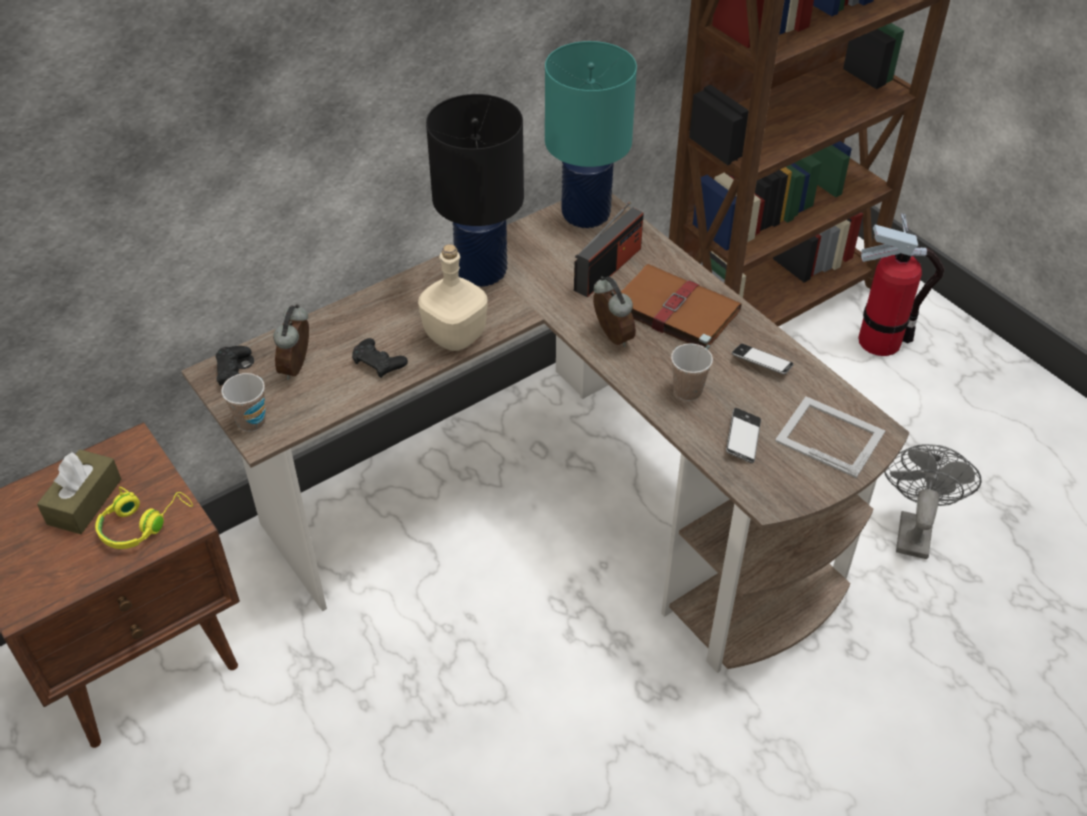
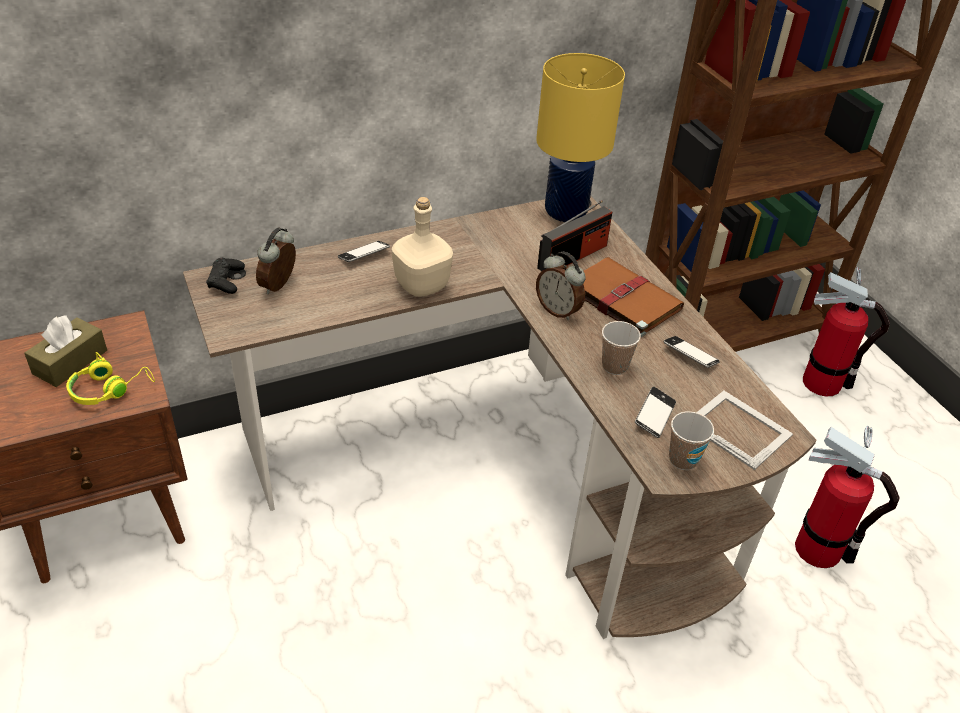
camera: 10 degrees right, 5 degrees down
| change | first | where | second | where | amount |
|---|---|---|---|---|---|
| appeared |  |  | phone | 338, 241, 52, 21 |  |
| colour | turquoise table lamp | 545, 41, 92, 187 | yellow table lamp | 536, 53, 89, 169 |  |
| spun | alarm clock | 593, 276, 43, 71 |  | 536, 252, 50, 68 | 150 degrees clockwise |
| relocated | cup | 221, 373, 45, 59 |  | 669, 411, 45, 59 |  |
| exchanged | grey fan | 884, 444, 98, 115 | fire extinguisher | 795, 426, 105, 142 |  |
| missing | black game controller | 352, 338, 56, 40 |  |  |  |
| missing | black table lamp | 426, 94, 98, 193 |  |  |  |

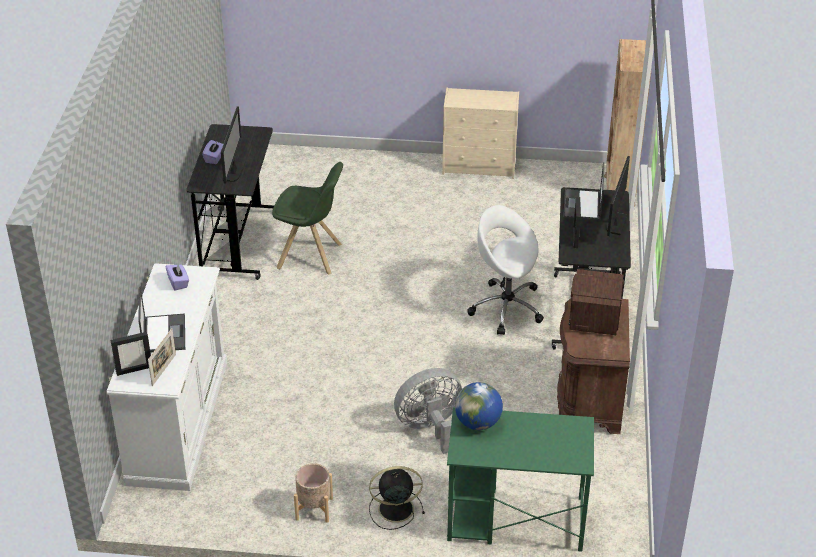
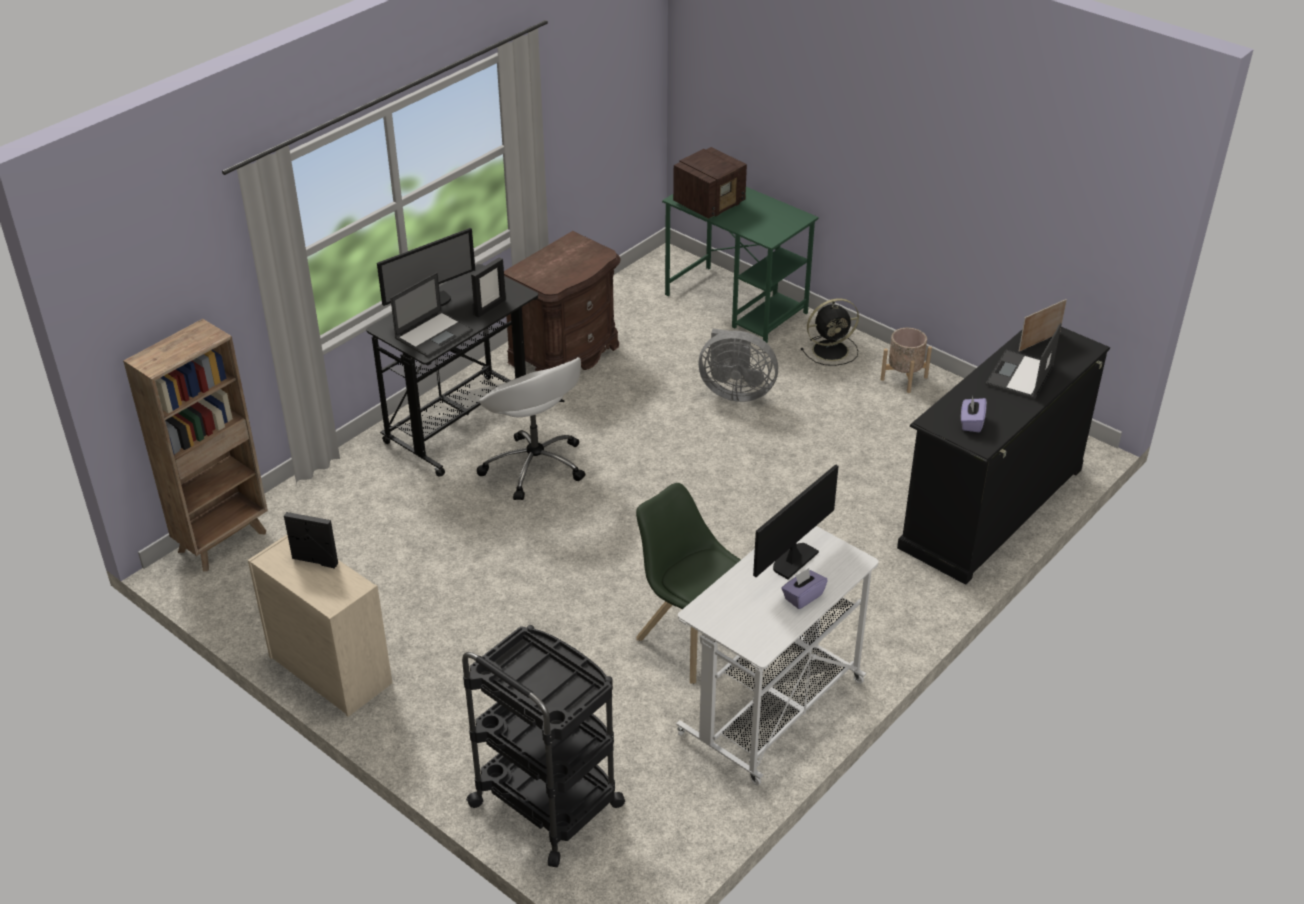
camera: 145 degrees left, 0 degrees up
| change | first | where | second | where | amount |
|---|---|---|---|---|---|
| relocated | picture frame | 111, 332, 40, 44 |  | 284, 512, 54, 57 |  |
| appeared |  |  | black cart | 462, 625, 163, 242 |  |
| relocated | radio | 569, 269, 55, 66 |  | 673, 147, 74, 72 |  |
| colour | black desk | 186, 124, 88, 156 | white desk | 676, 526, 202, 260 |  |
| spun | black fan | 369, 466, 56, 64 |  | 801, 298, 58, 68 | 45 degrees counterclockwise |
| colour | white cabinet | 107, 263, 120, 228 | black cabinet | 897, 327, 213, 258 |  |
| missing | globe | 455, 382, 48, 48 |  |  |  |

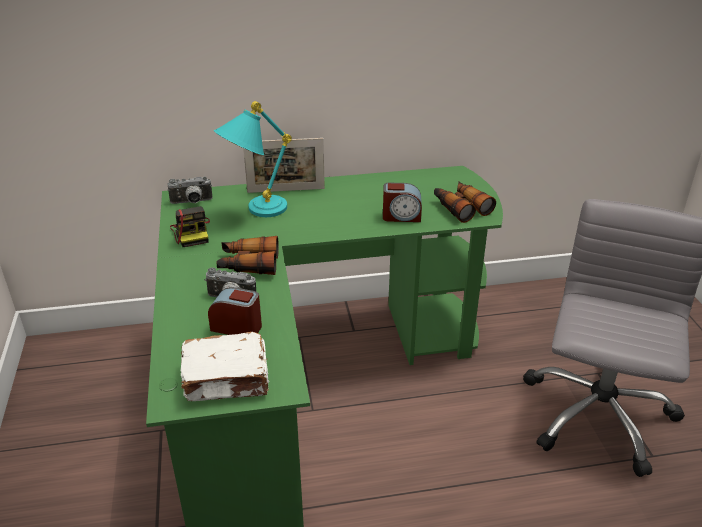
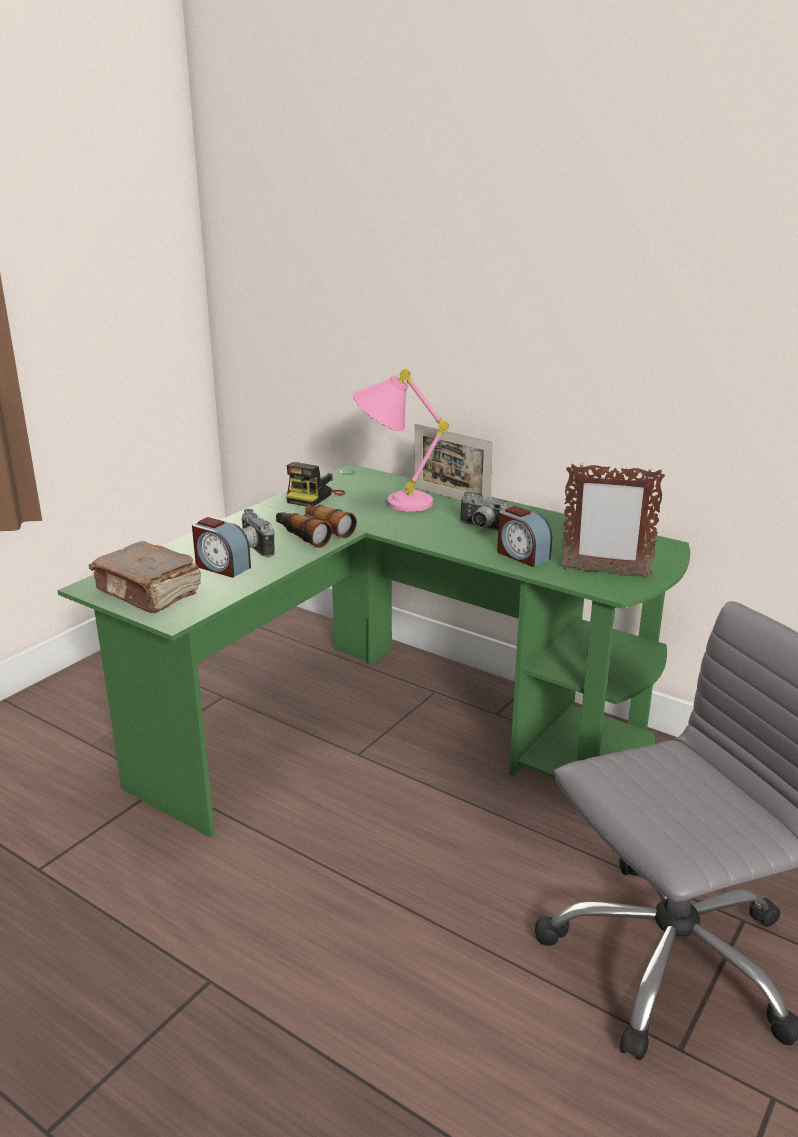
camera: 45 degrees right, 10 degrees down
| change | first | where | second | where | amount |
|---|---|---|---|---|---|
| colour | white book | 181, 332, 88, 69 | brown book | 89, 541, 112, 72 |  |
| spun | alarm clock | 208, 287, 54, 48 |  | 192, 517, 59, 61 | 150 degrees clockwise |
| colour | turquoise table lamp | 214, 101, 78, 116 | pink table lamp | 353, 369, 96, 143 |  |
| relocated | photo camera | 168, 176, 44, 28 |  | 459, 491, 52, 40 |  |
| exchanged | binoculars | 434, 182, 62, 41 | picture frame | 561, 463, 104, 115 |  |

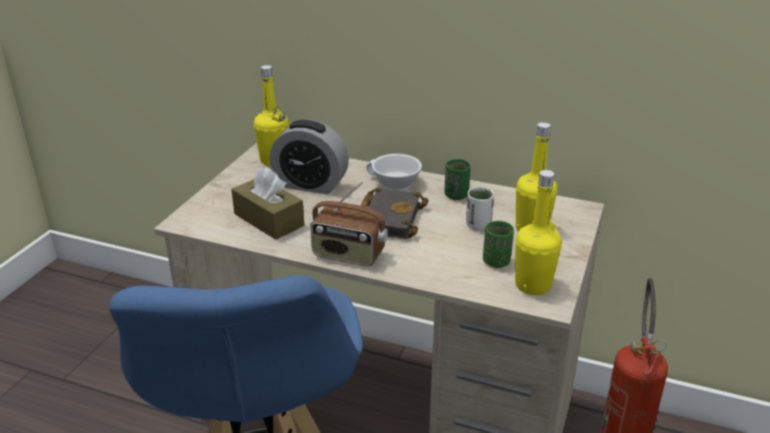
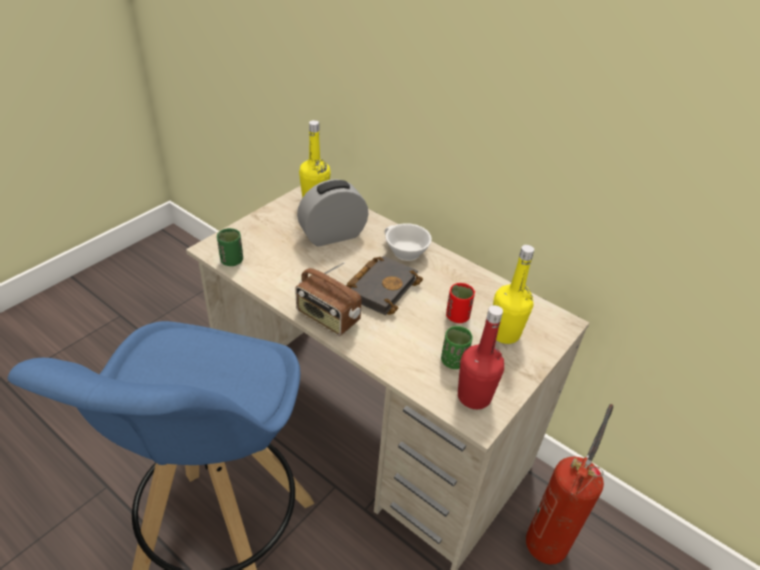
camera: 15 degrees right, 10 degrees up
| change | first | where | second | where | amount |
|---|---|---|---|---|---|
| relocated | green cup | 444, 159, 27, 41 |  | 217, 228, 26, 38 |  |
| spun | alarm clock | 270, 120, 79, 74 |  | 297, 179, 71, 68 | 120 degrees clockwise |
| colour | white cup | 466, 187, 28, 44 | red cup | 446, 283, 29, 40 |  |
| colour | yellow bottle | 515, 170, 47, 125 | red bottle | 458, 305, 46, 104 |  |
| missing | brown tissue box | 231, 167, 73, 73 |  |  |  |

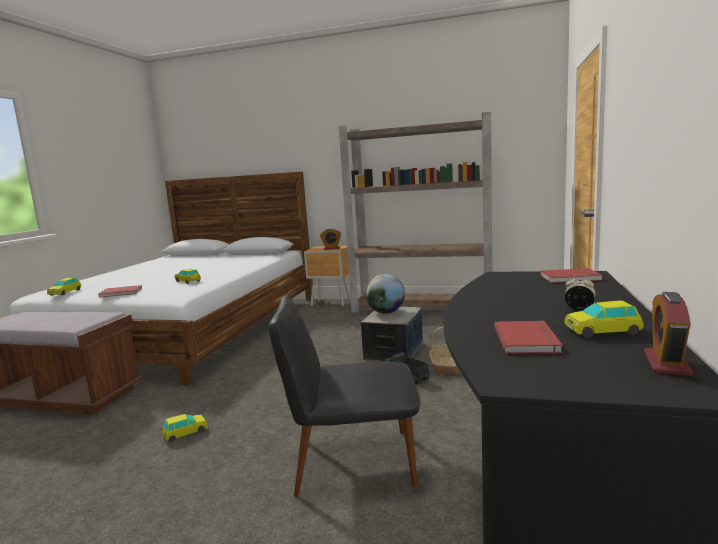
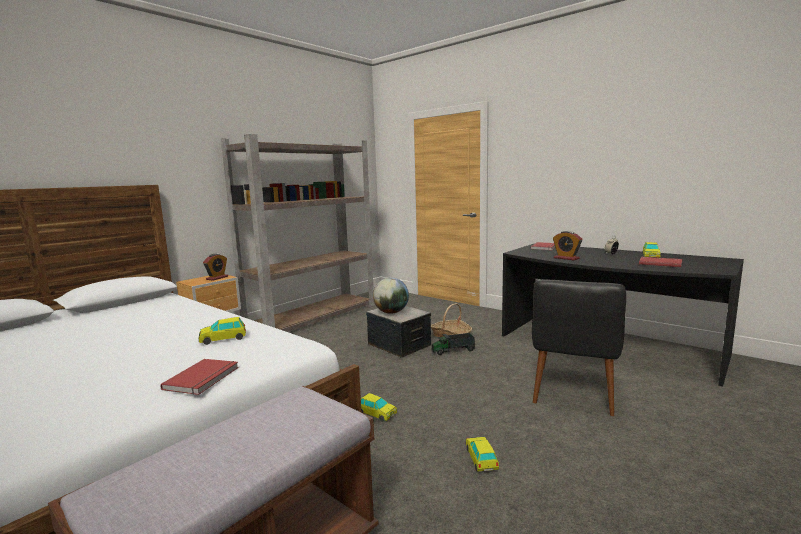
camera: 65 degrees left, 0 degrees up
| change | first | where | second | where | amount |
|---|---|---|---|---|---|
| relocated | toy car | 47, 278, 34, 18 |  | 361, 393, 36, 29 |  |
| relocated | alarm clock | 644, 292, 49, 84 |  | 553, 231, 29, 29 |  |

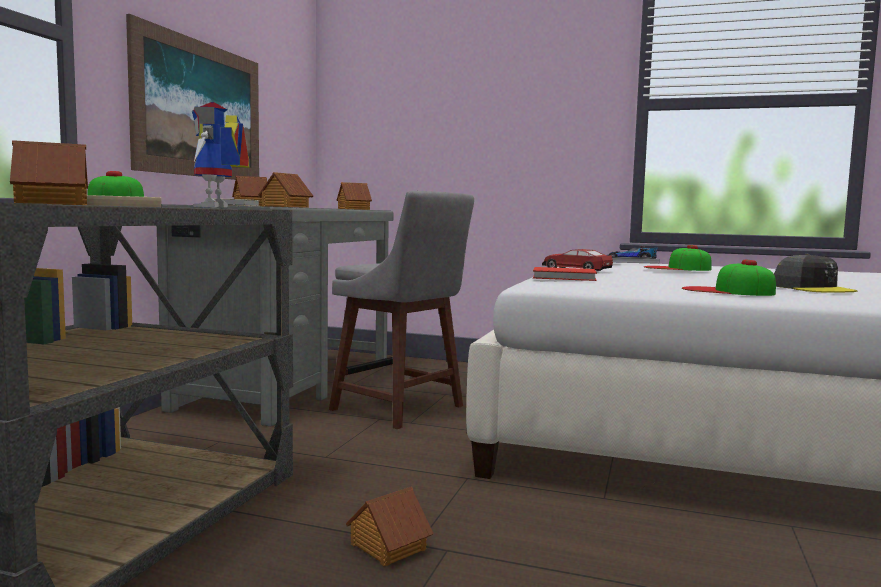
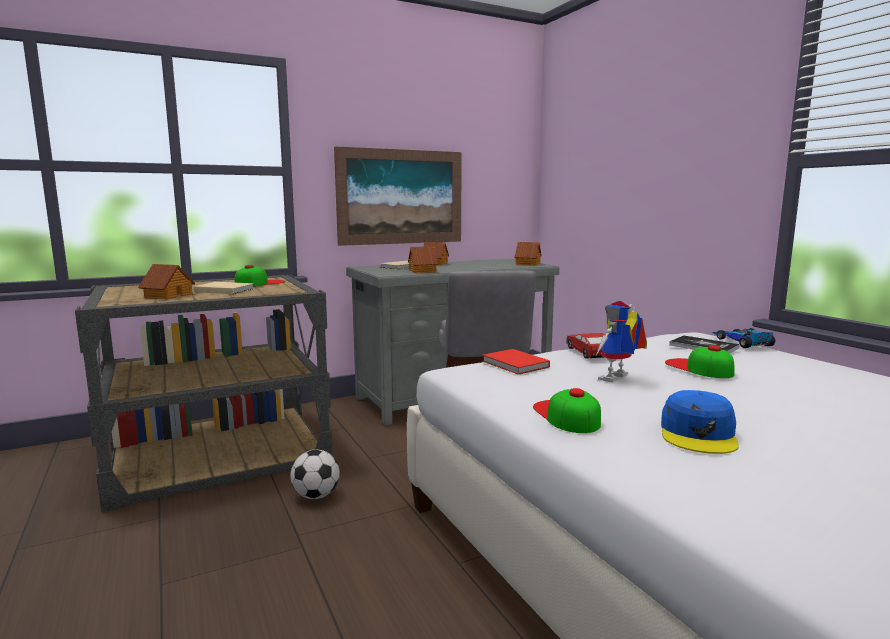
camera: 45 degrees right, 5 degrees up
| change | first | where | second | where | amount |
|---|---|---|---|---|---|
| appeared |  |  | football | 290, 449, 50, 50 |  |
| relocated | toy robot | 192, 102, 58, 106 |  | 595, 301, 52, 81 |  |
| colour | grey cap | 774, 254, 84, 39 | blue cap | 661, 390, 78, 64 |  |
| missing | toy house | 346, 487, 88, 79 |  |  |  |

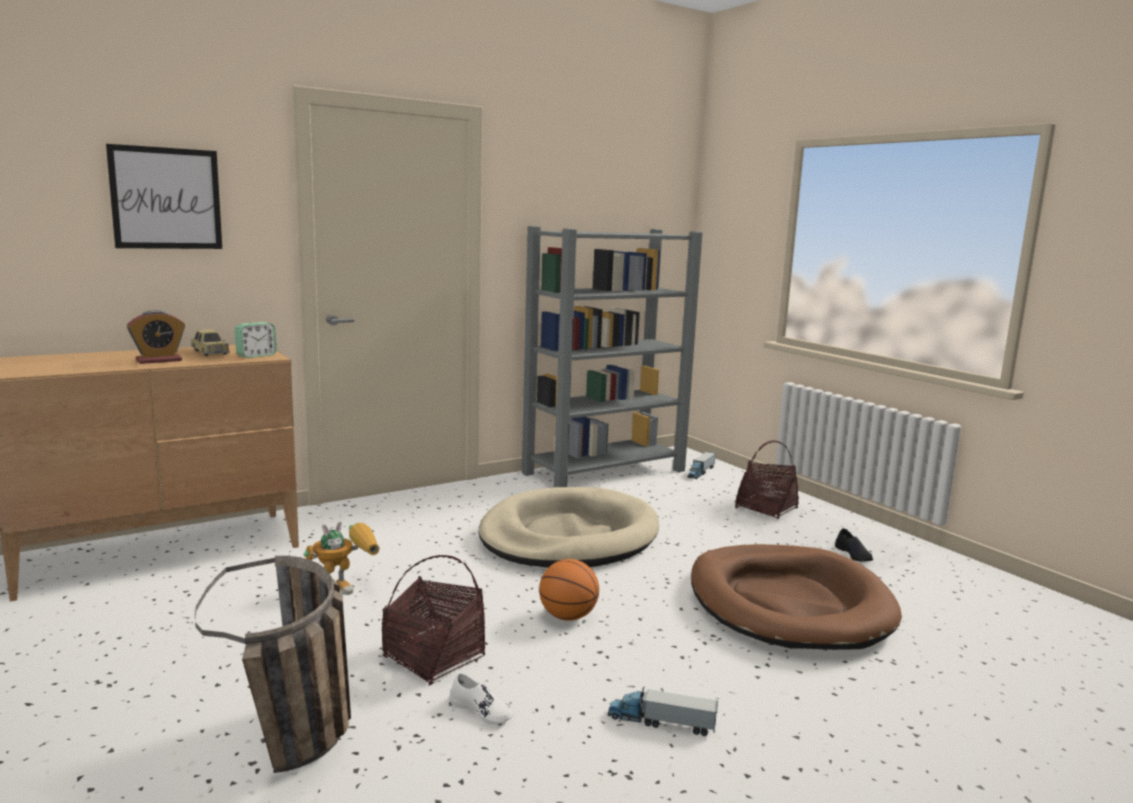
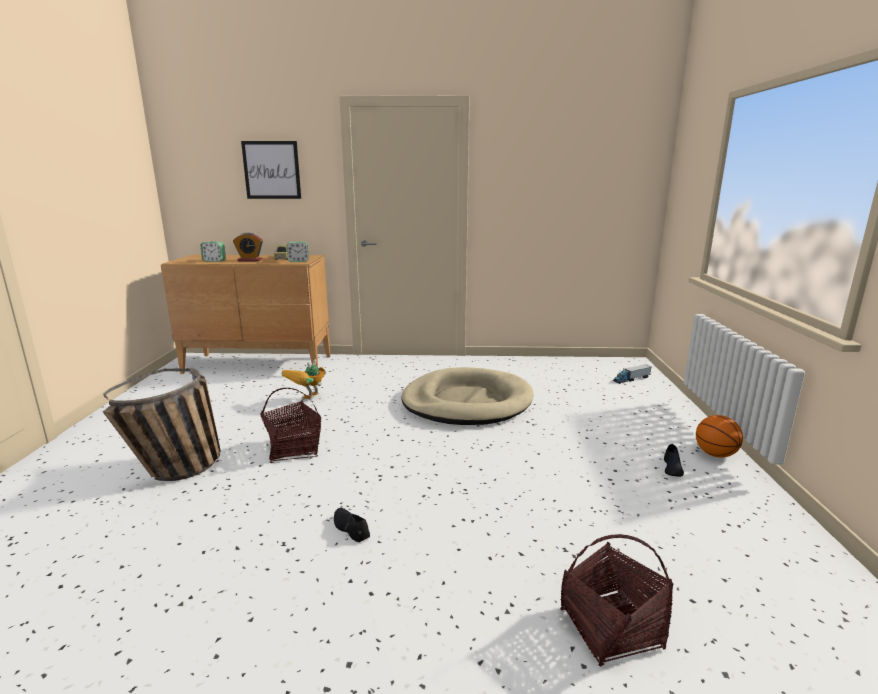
camera: 35 degrees right, 5 degrees up
| change | first | where | second | where | amount |
|---|---|---|---|---|---|
| appeared |  |  | alarm clock | 200, 242, 26, 20 |  |
| spun | toy robot | 303, 521, 77, 74 |  | 282, 359, 44, 41 | 120 degrees clockwise |
| exchanged | toy truck | 608, 686, 110, 50 | black shoe | 334, 508, 36, 34 |  |
| relocated | basket | 735, 440, 64, 79 |  | 560, 534, 114, 133 |  |
| relocated | basketball | 539, 559, 60, 62 |  | 696, 415, 47, 43 |  |
| missing | white shoe | 449, 673, 65, 51 |  |  |  |
| missing | grey bookcase | 522, 226, 180, 261 |  |  |  |
| missing | brown dog bed | 691, 544, 211, 106 |  |  |  |

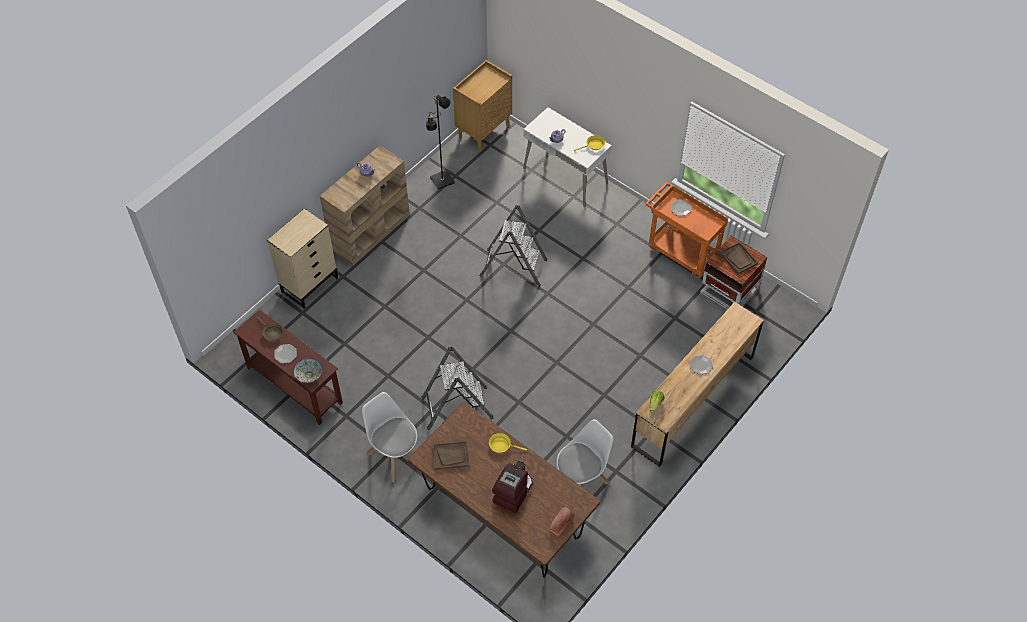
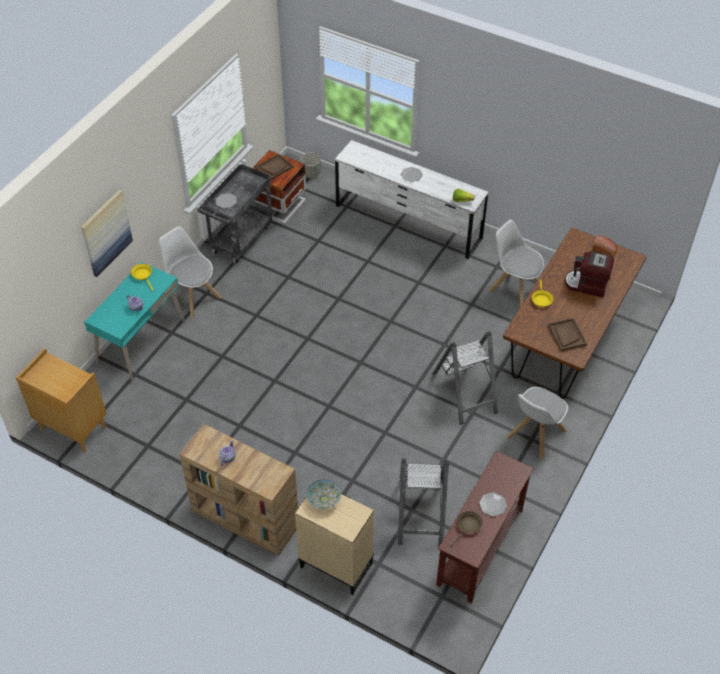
camera: 100 degrees left, 5 degrees down
| change | first | where | second | where | amount |
|---|---|---|---|---|---|
| appeared |  |  | picture | 81, 190, 52, 87 |  |
| colour | white desk | 523, 107, 89, 100 | turquoise desk | 84, 262, 101, 120 |  |
| appeared |  |  | chair | 158, 226, 64, 92 |  |
| colour | orange cart | 646, 182, 82, 97 | grey cart | 197, 164, 75, 100 |  |
| appeared |  |  | grey planter | 300, 153, 21, 25 |  |
| relocated | bowl | 294, 358, 28, 25 |  | 307, 479, 34, 30 |  |
| colour | brown dresser | 631, 302, 133, 165 | white dresser | 335, 140, 153, 119 |  |
| relocated | grey step ladder | 480, 205, 67, 82 |  | 398, 459, 51, 87 |  |
| missing | black floor lamp | 426, 95, 29, 95 |  |  |  |

